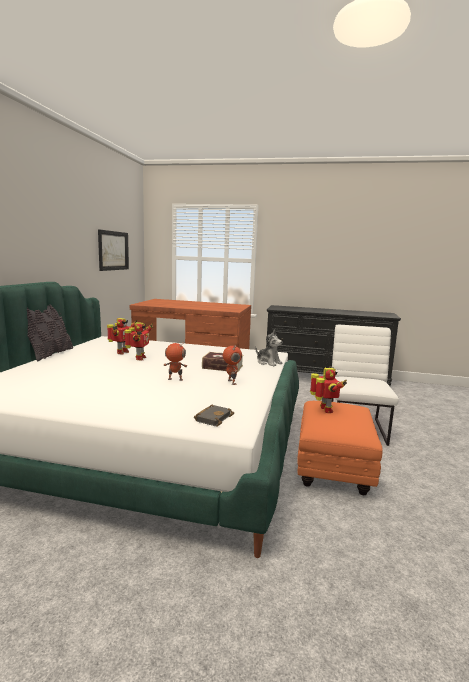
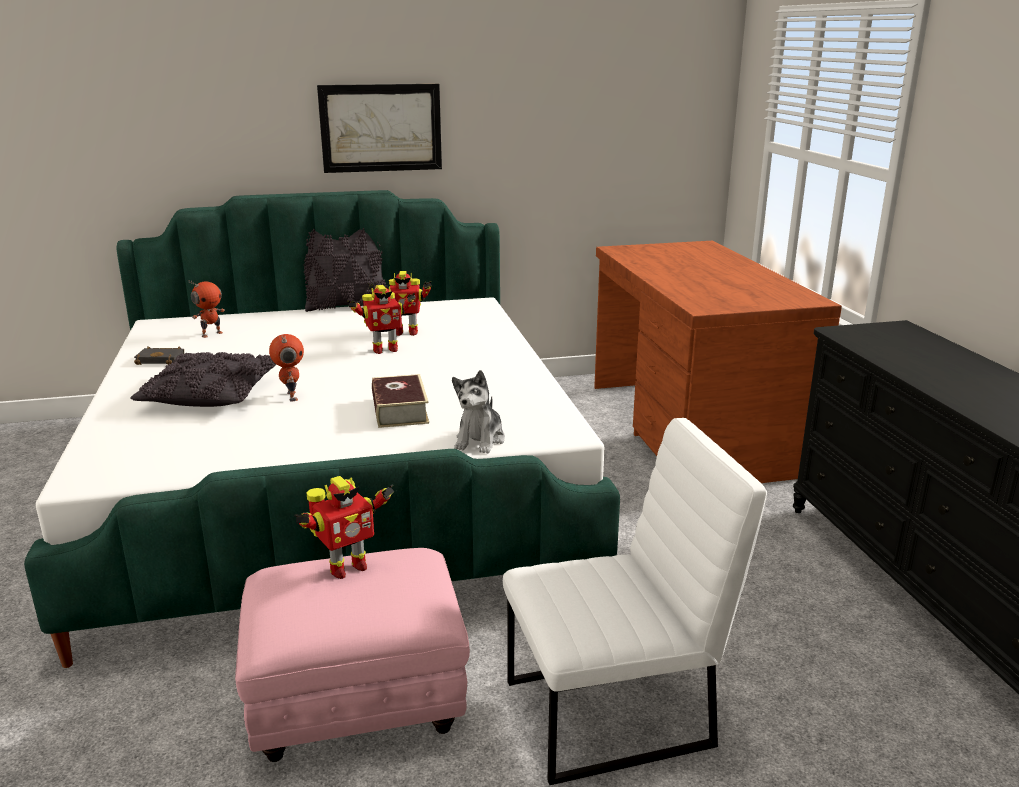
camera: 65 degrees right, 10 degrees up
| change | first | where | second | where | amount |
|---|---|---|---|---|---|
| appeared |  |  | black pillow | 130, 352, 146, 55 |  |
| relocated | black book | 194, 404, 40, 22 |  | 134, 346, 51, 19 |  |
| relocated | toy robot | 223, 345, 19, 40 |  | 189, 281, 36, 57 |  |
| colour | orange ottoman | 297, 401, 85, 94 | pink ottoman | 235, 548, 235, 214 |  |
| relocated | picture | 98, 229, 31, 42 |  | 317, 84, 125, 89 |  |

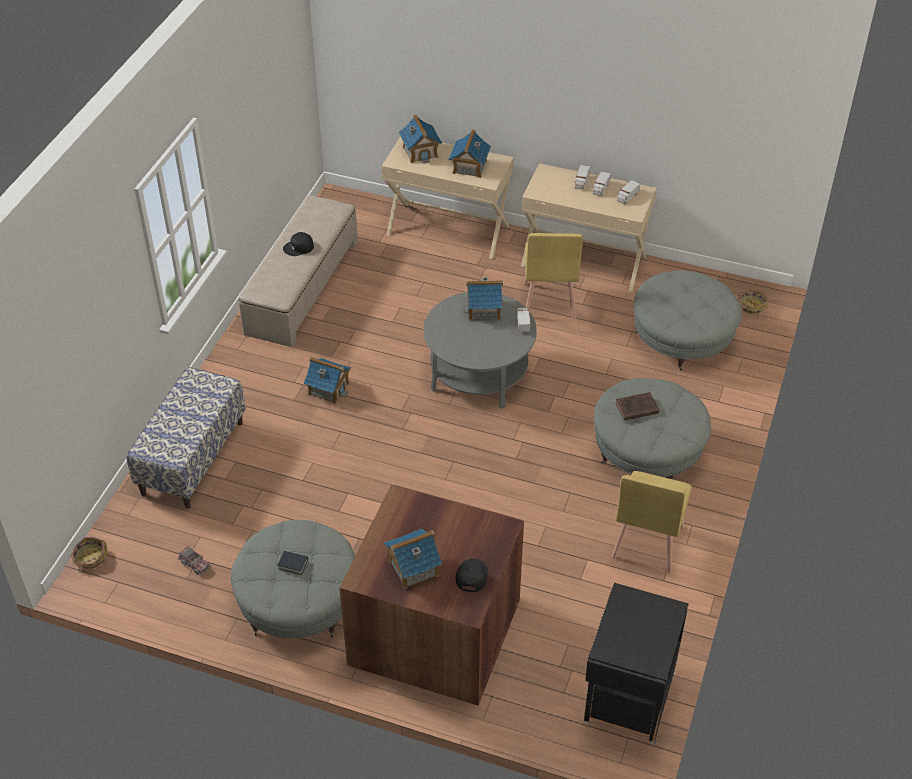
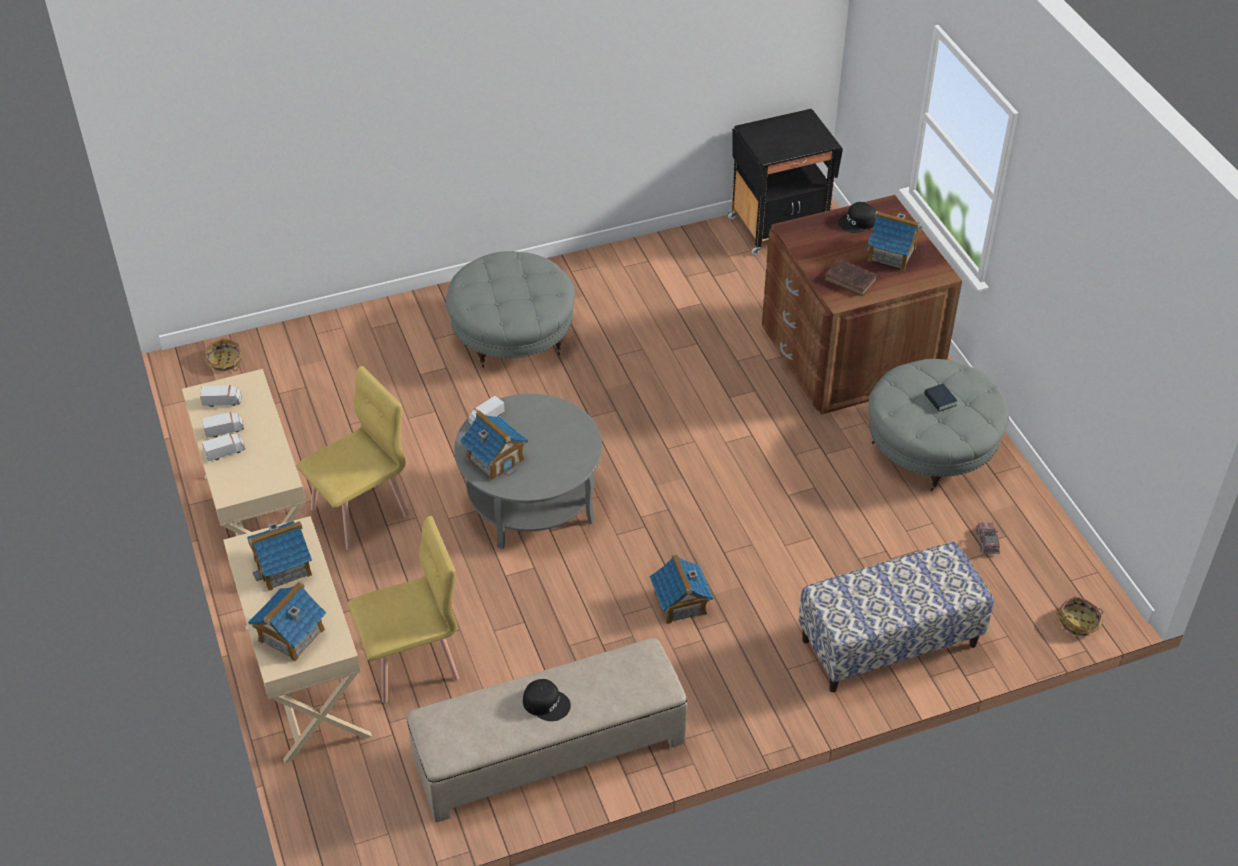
camera: 130 degrees left, 0 degrees up
| change | first | where | second | where | amount |
|---|---|---|---|---|---|
| relocated | yellow chair | 612, 471, 80, 103 |  | 348, 516, 111, 187 |  |
| relocated | brown book | 616, 392, 43, 29 |  | 824, 259, 54, 37 |  |
| missing | grey ottoman | 633, 270, 109, 101 |  |  |  |

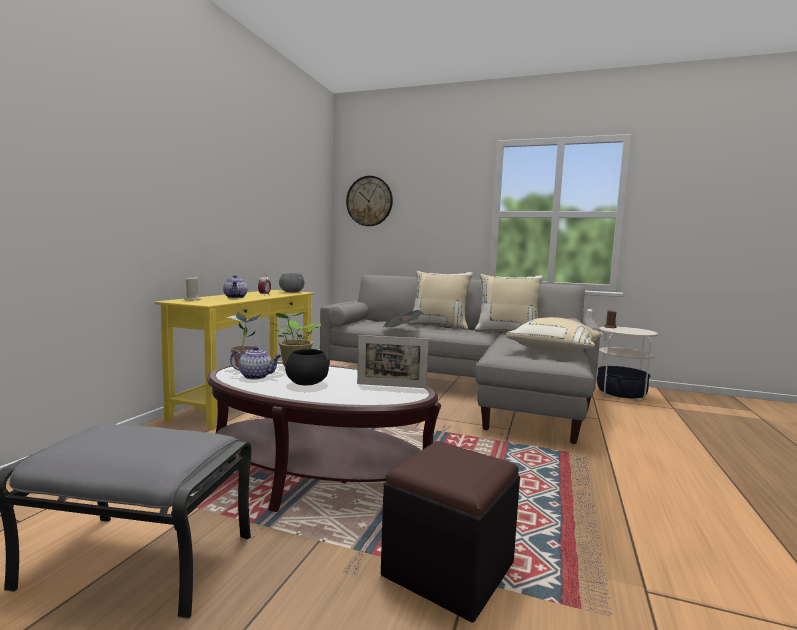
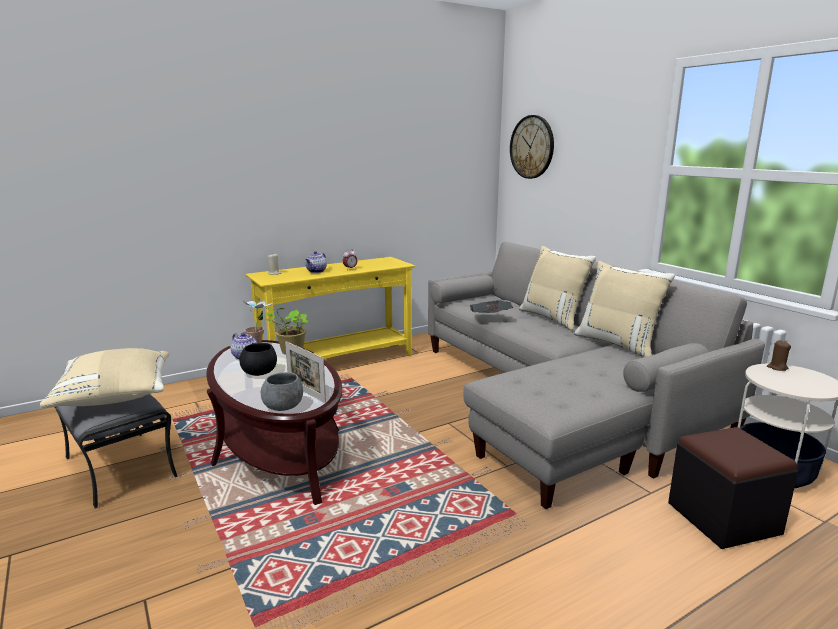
camera: 40 degrees right, 10 degrees up
| change | first | where | second | where | amount |
|---|---|---|---|---|---|
| relocated | beige pillow | 506, 317, 97, 37 |  | 40, 348, 129, 60 |  |
| relocated | grey bowl | 279, 273, 25, 20 |  | 261, 372, 42, 39 |  |
| relocated | black ottoman | 381, 441, 139, 182 |  | 668, 427, 130, 122 |  |

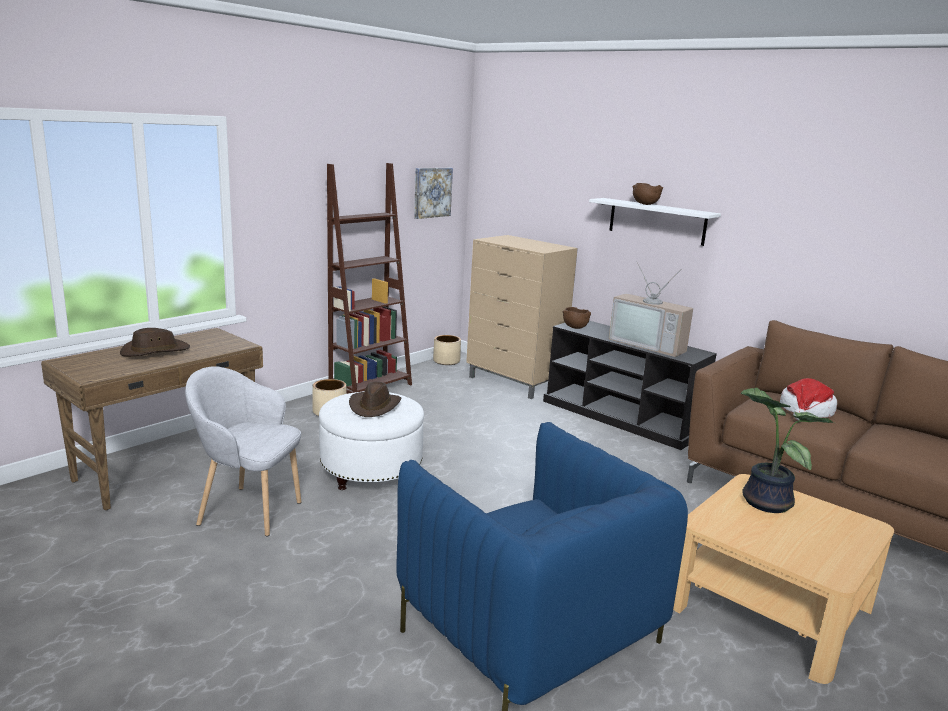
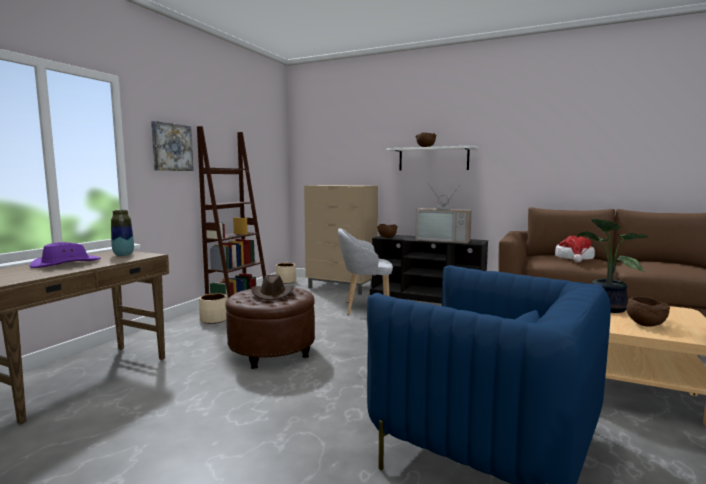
camera: 15 degrees left, 10 degrees down
| change | first | where | second | where | amount |
|---|---|---|---|---|---|
| colour | brown hat | 120, 328, 70, 28 | purple hat | 30, 242, 71, 26 |  |
| appeared |  |  | vase | 111, 210, 23, 46 |  |
| relocated | picture | 414, 168, 39, 51 |  | 151, 121, 43, 50 |  |
| colour | white ottoman | 319, 392, 105, 98 | brown ottoman | 226, 288, 89, 81 |  |
| relocated | grey armchair | 185, 366, 116, 170 |  | 338, 228, 55, 87 |  |
| appeared |  |  | brown bowl | 626, 296, 44, 31 |  |

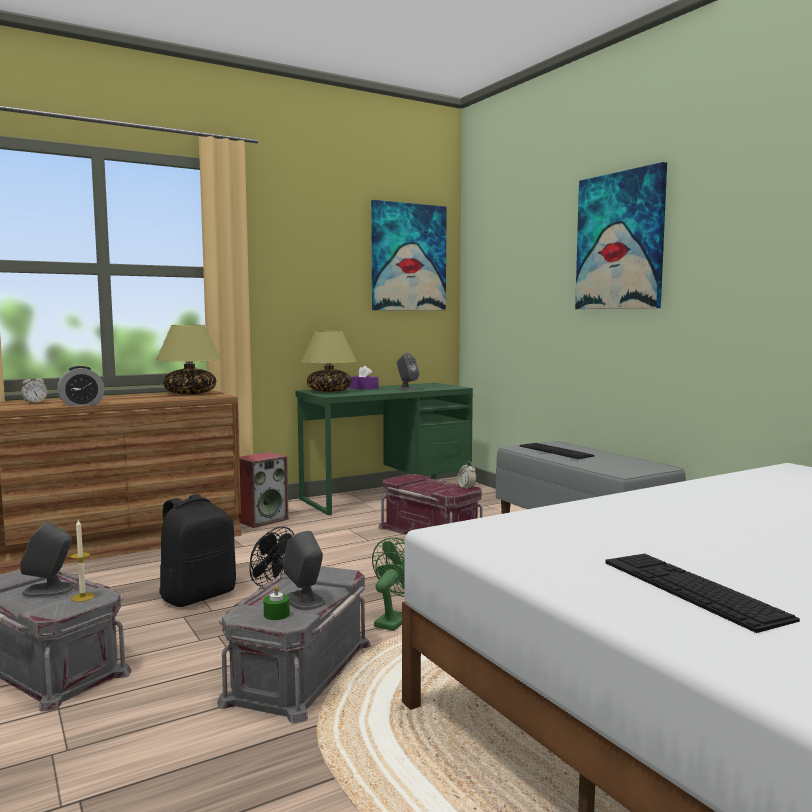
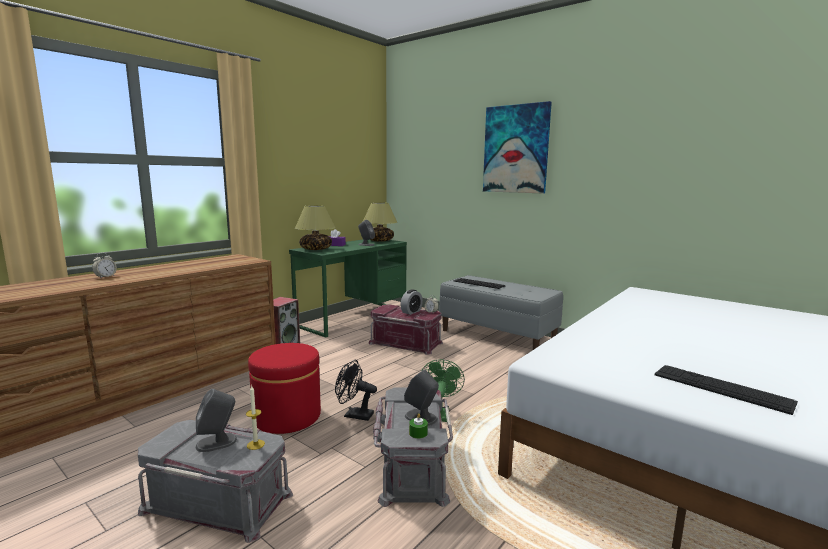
camera: 20 degrees left, 5 degrees up
| change | first | where | second | where | amount |
|---|---|---|---|---|---|
| exchanged | black backpack | 159, 494, 77, 113 | red ottoman | 248, 343, 73, 91 |  |
| relocated | table lamp | 156, 325, 65, 70 |  | 363, 202, 34, 40 |  |
| relocated | alarm clock | 57, 366, 47, 40 |  | 400, 289, 23, 26 |  |
| missing | picture | 371, 200, 76, 111 |  |  |  |

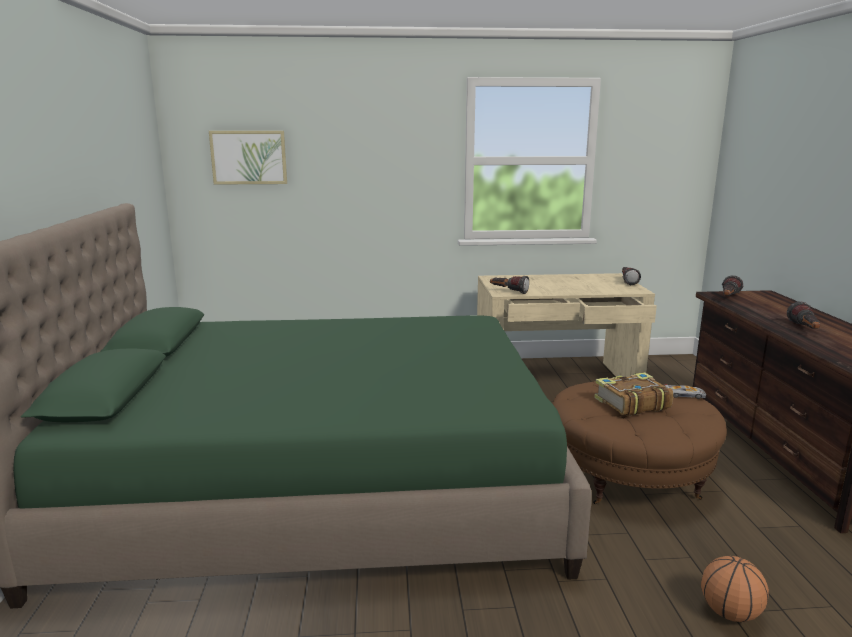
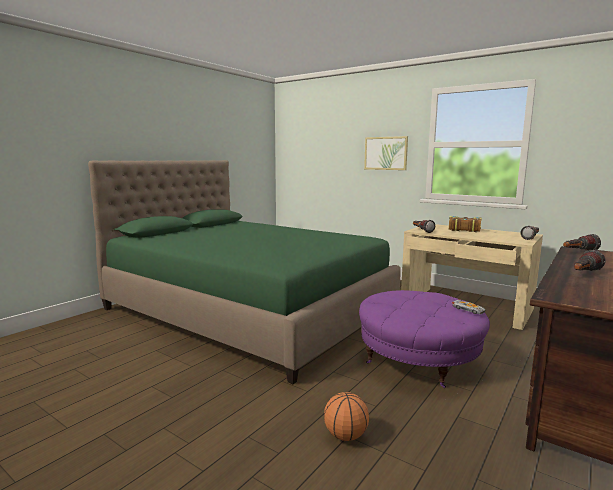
camera: 40 degrees right, 5 degrees down
| change | first | where | second | where | amount |
|---|---|---|---|---|---|
| colour | brown ottoman | 552, 381, 175, 123 | purple ottoman | 359, 290, 131, 98 |  |
| relocated | picture | 209, 131, 78, 54 |  | 364, 136, 44, 34 |  |
| relocated | book | 594, 372, 79, 44 |  | 449, 216, 33, 16 |  |

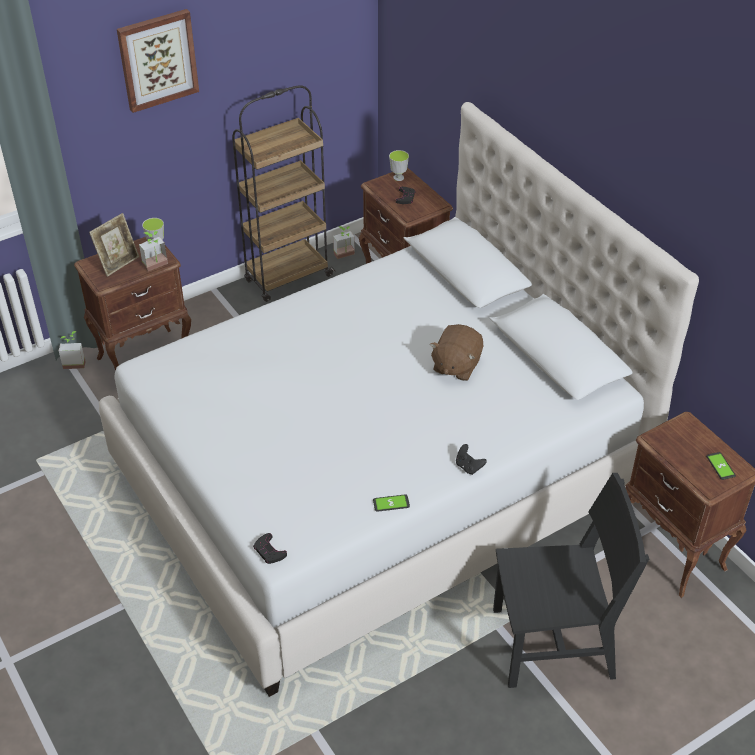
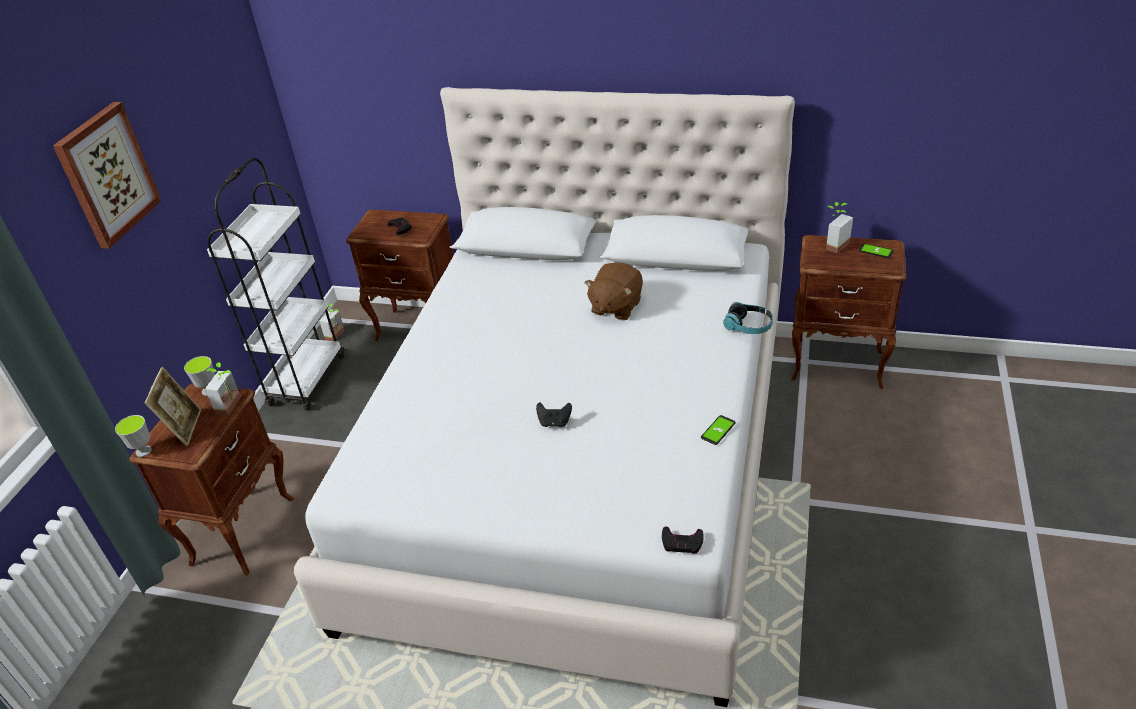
camera: 40 degrees left, 5 degrees down
| change | first | where | second | where | amount |
|---|---|---|---|---|---|
| relocated | cup | 389, 150, 20, 31 |  | 115, 415, 37, 42 |  |
| colour | brown cart | 232, 85, 102, 217 | white cart | 207, 158, 139, 253 |  |
| relocated | black game controller | 456, 444, 31, 31 |  | 536, 402, 36, 25 |  |
| spun | brown plush toy | 429, 324, 54, 57 |  | 584, 262, 59, 58 | 45 degrees clockwise |
| appeared |  |  | headphones | 723, 302, 50, 32 |  |
| relocated | potted plant | 59, 331, 27, 38 |  | 826, 202, 27, 51 |  |
| missing | black chair | 493, 473, 156, 215 |  |  |  |

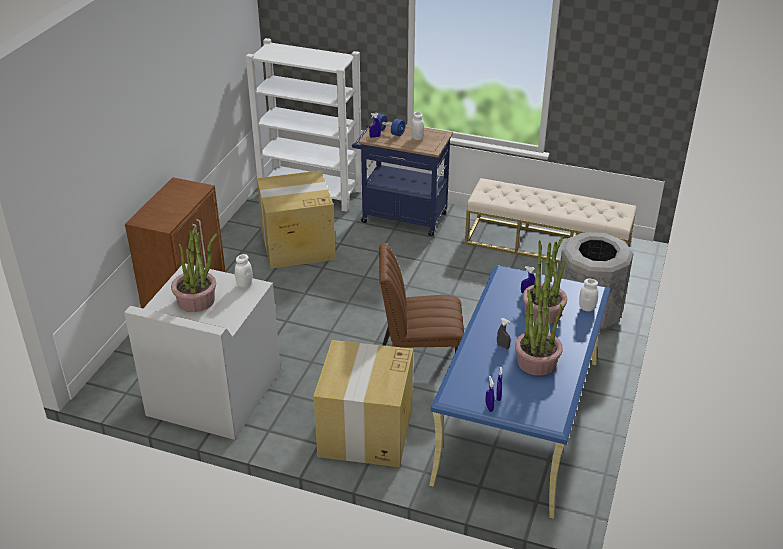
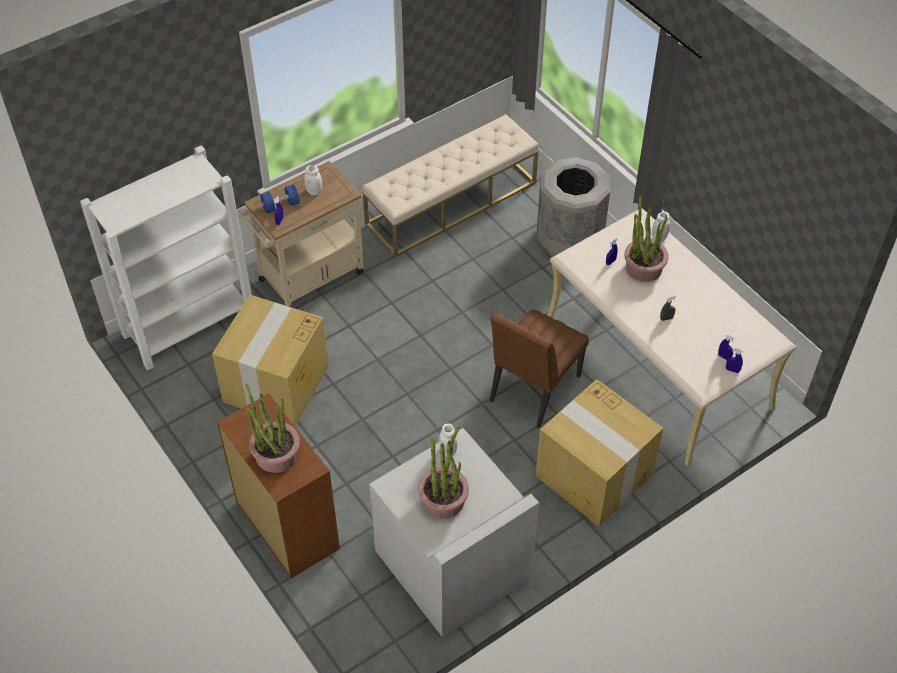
camera: 55 degrees left, 15 degrees up
| change | first | where | second | where | amount |
|---|---|---|---|---|---|
| colour | blue cart | 352, 121, 101, 116 | beige cart | 238, 161, 126, 146 |  |
| relocated | potted plant | 515, 278, 48, 98 |  | 246, 384, 54, 89 |  |
| colour | blue desk | 429, 265, 181, 254 | beige desk | 548, 208, 248, 258 |  |

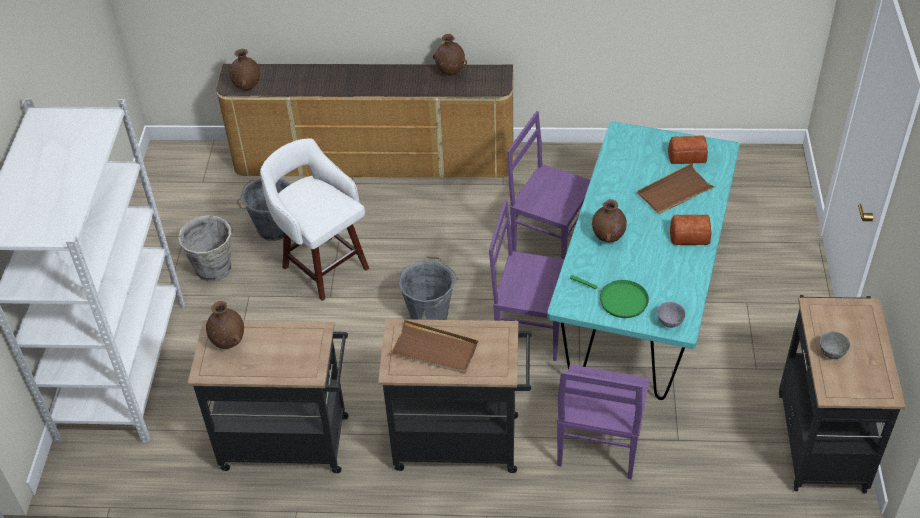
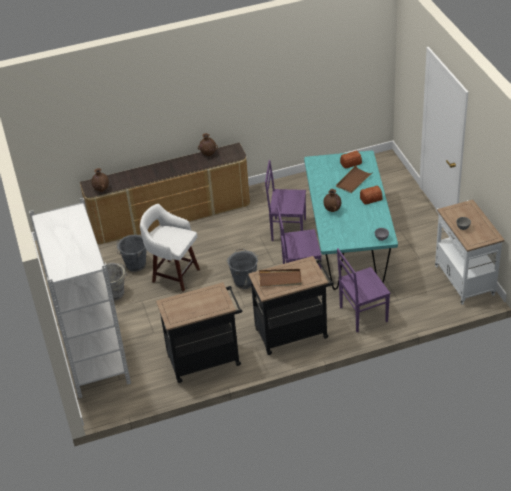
camera: 20 degrees left, 5 degrees down
| change | first | where | second | where | amount |
|---|---|---|---|---|---|
| spun | purple chair | 557, 364, 92, 115 |  | 337, 248, 53, 84 | 75 degrees clockwise |
| colour | black cart | 779, 295, 127, 198 | white cart | 435, 200, 70, 105 |  |
| missing | brown vase | 206, 301, 38, 48 |  |  |  |
| missing | green frying pan | 570, 275, 79, 43 |  |  |  |

